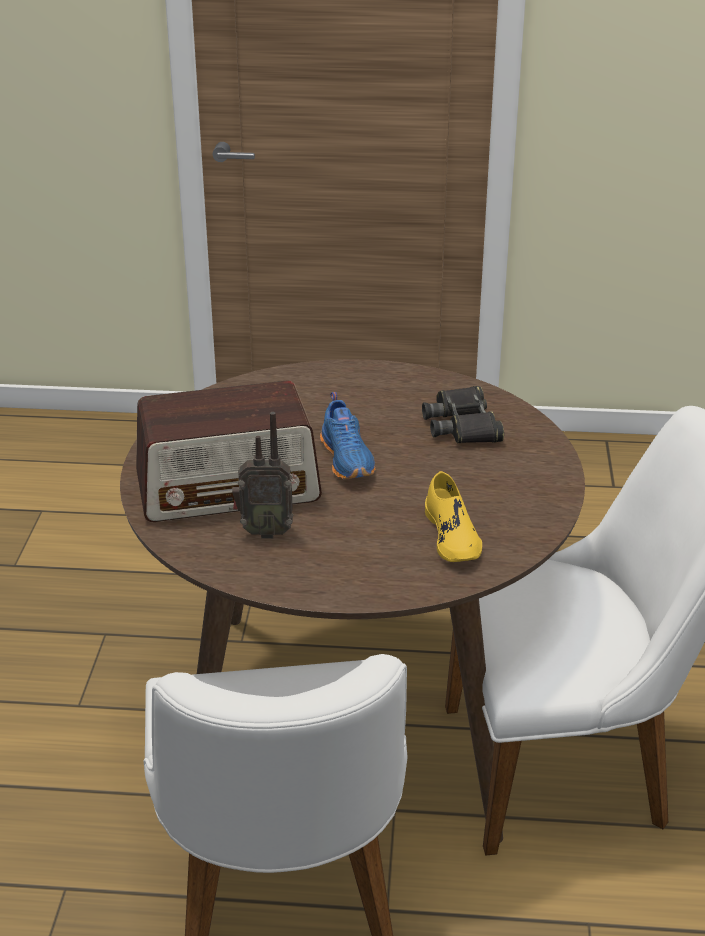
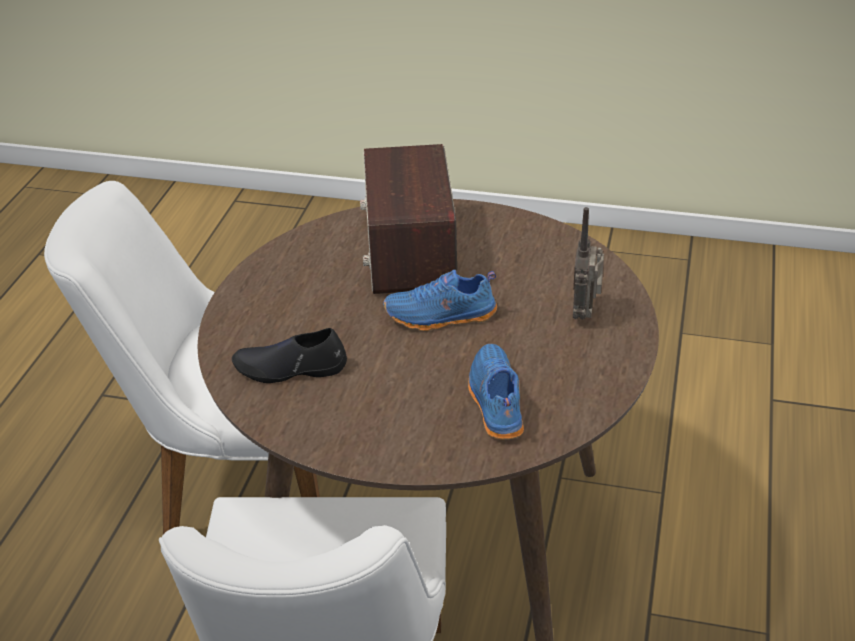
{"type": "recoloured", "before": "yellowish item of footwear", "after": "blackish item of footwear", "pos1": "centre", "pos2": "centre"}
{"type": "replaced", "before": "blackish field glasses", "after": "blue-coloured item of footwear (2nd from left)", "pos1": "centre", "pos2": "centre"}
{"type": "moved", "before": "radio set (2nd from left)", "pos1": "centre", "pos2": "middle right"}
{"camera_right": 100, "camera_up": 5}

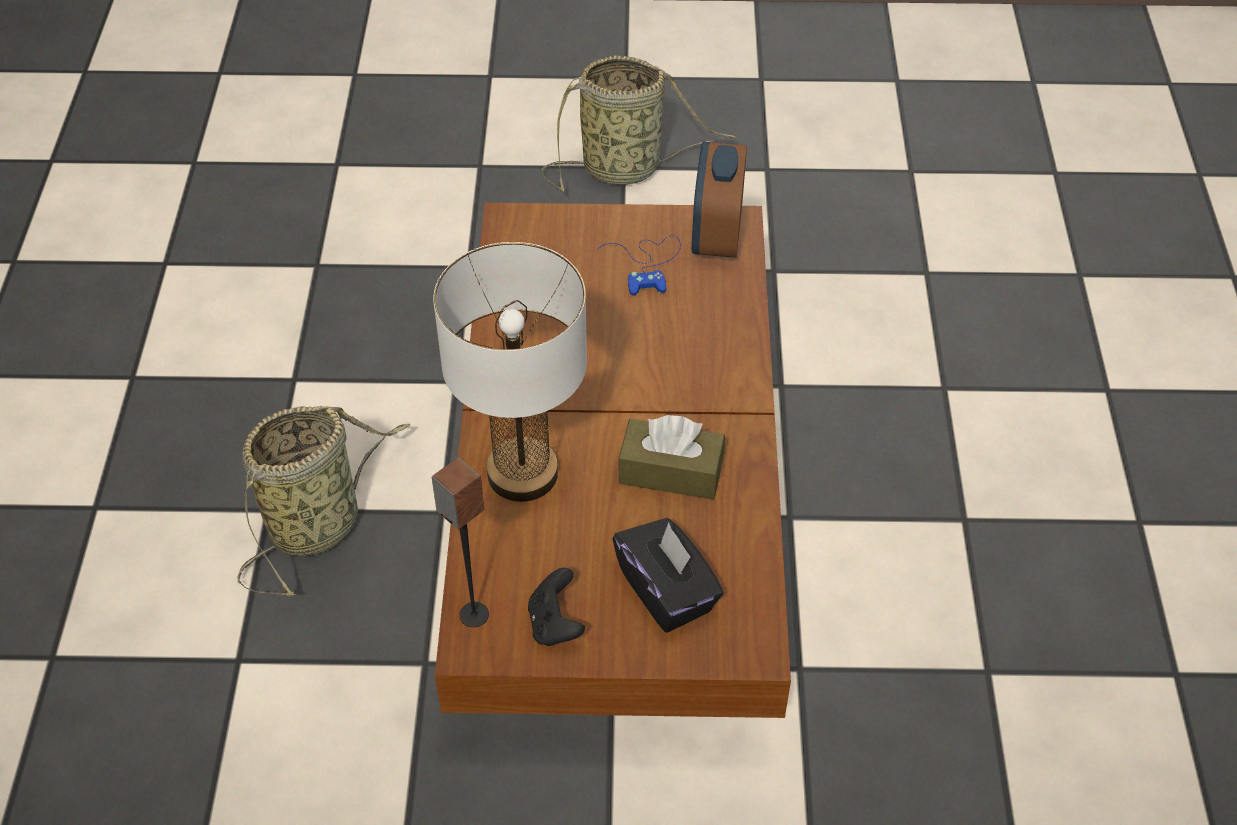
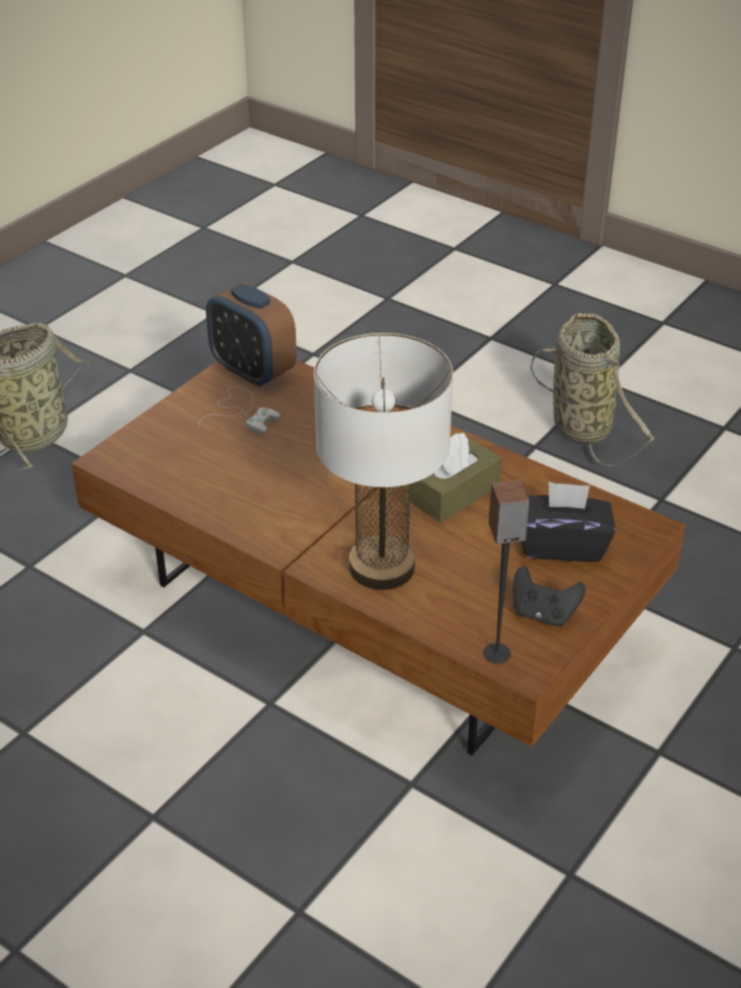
{"type": "recoloured", "before": "blue-coloured gamepad", "after": "white gamepad", "pos1": "top centre", "pos2": "middle left"}
{"type": "moved", "before": "household basket (1st from left in the first image)", "after": "household basket (2nd from left)", "pos1": "middle left", "pos2": "middle right"}
{"camera_right": -55, "camera_up": -10}

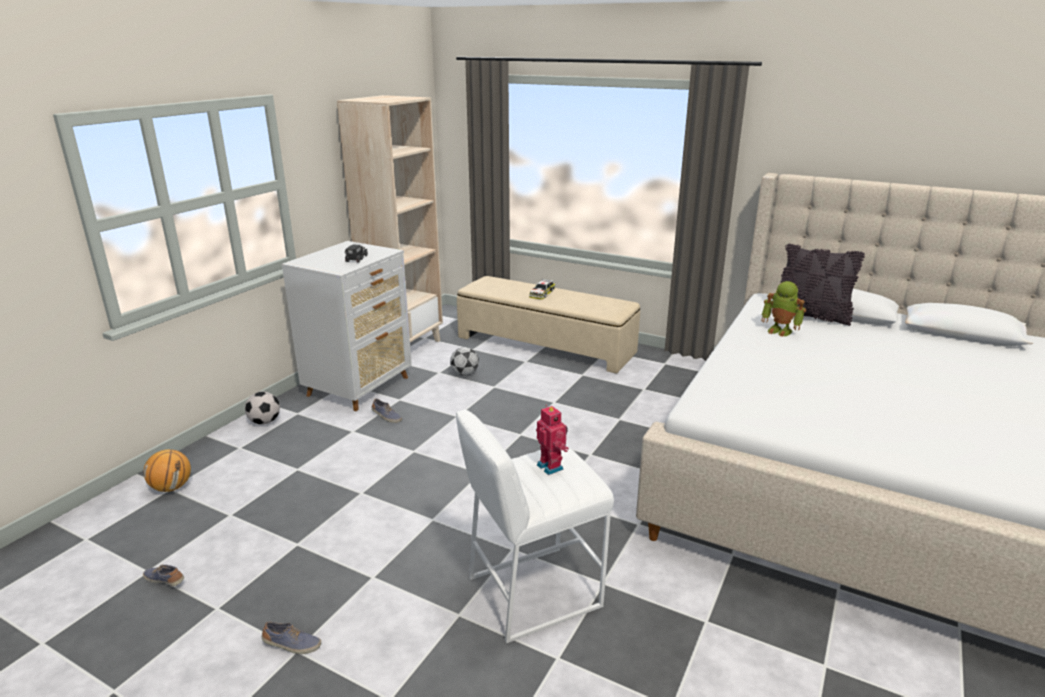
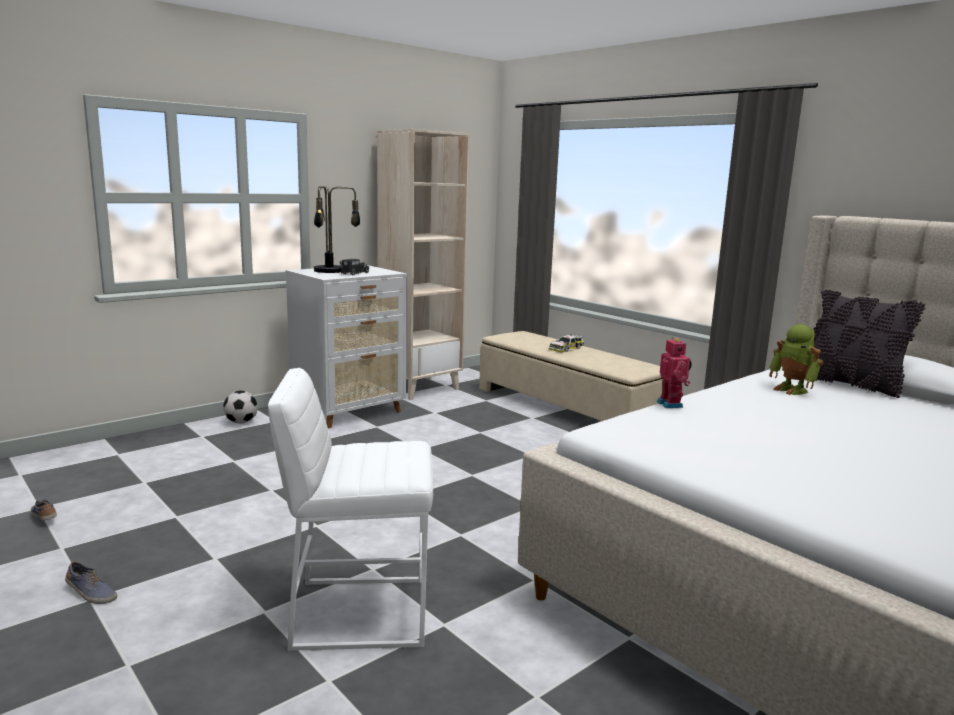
{"type": "added", "after": "tabletop lamp", "pos2": "top centre"}
{"type": "moved", "before": "toy robot (1st from left)", "pos1": "centre", "pos2": "middle right"}
{"type": "removed", "before": "basketball", "pos1": "bottom left"}
{"type": "removed", "before": "item of footwear (3rd from left)", "pos1": "centre"}
{"type": "removed", "before": "football ball (2nd from left)", "pos1": "centre"}
{"camera_right": 20, "camera_up": -10}

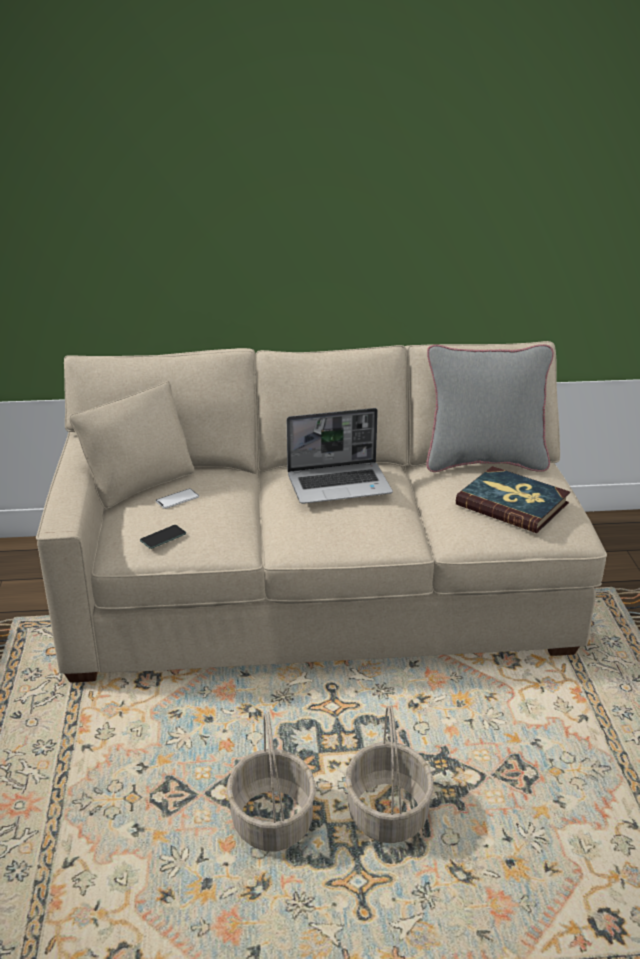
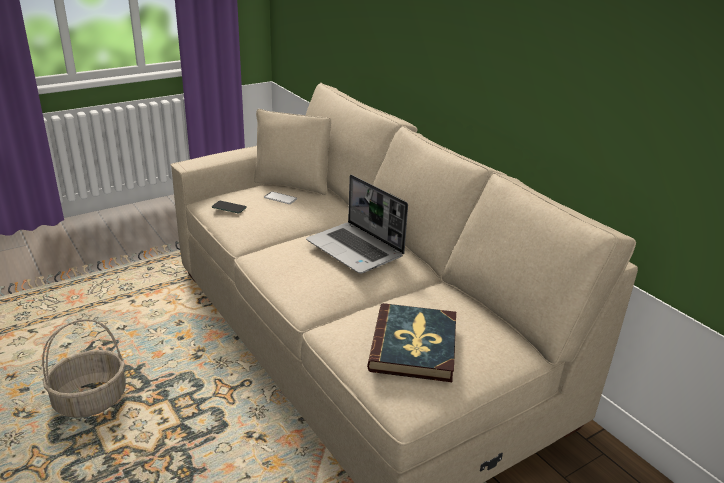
{"type": "removed", "before": "household basket (2nd from left)", "pos1": "bottom centre"}
{"type": "removed", "before": "greyish pillow", "pos1": "middle right"}
{"camera_right": 60, "camera_up": 0}

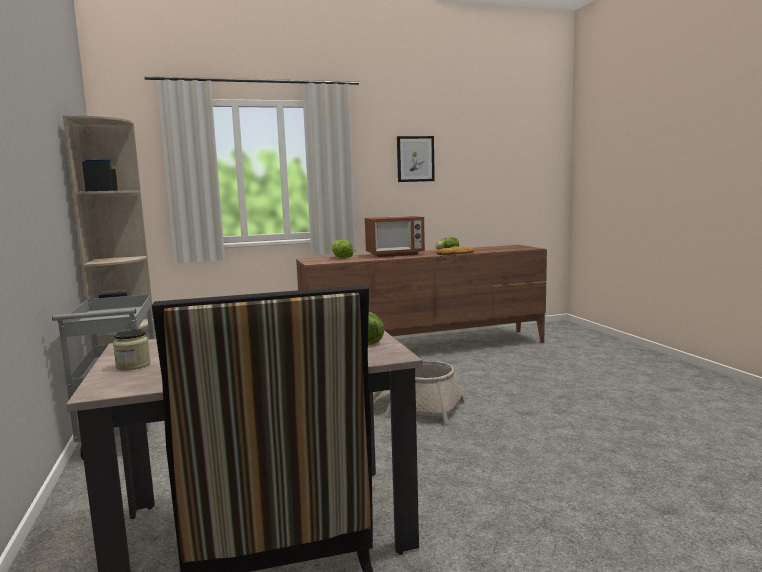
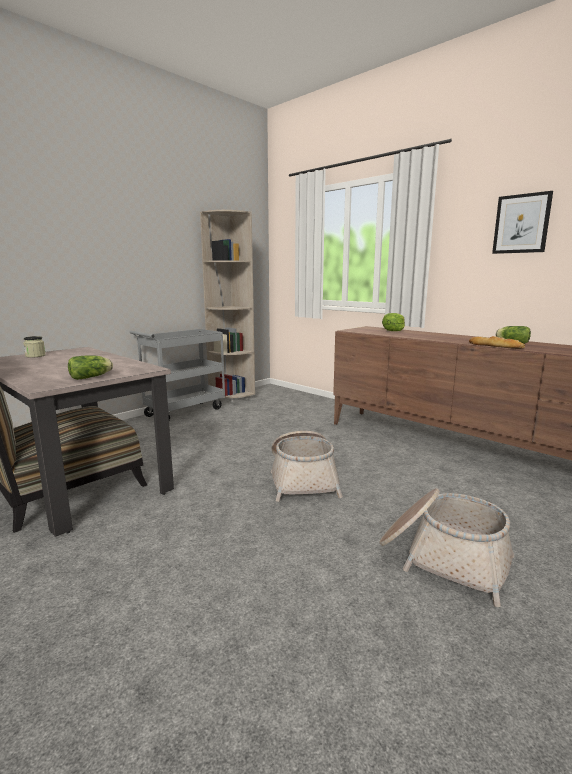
{"type": "added", "after": "household basket (2nd from left)", "pos2": "bottom right"}
{"type": "removed", "before": "microwave oven", "pos1": "centre"}
{"camera_right": 60, "camera_up": 5}

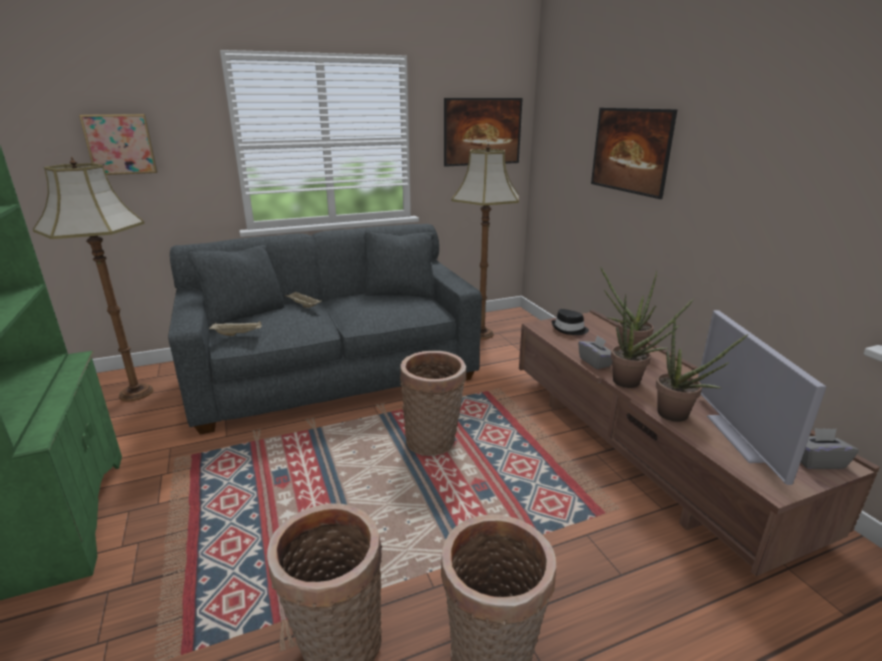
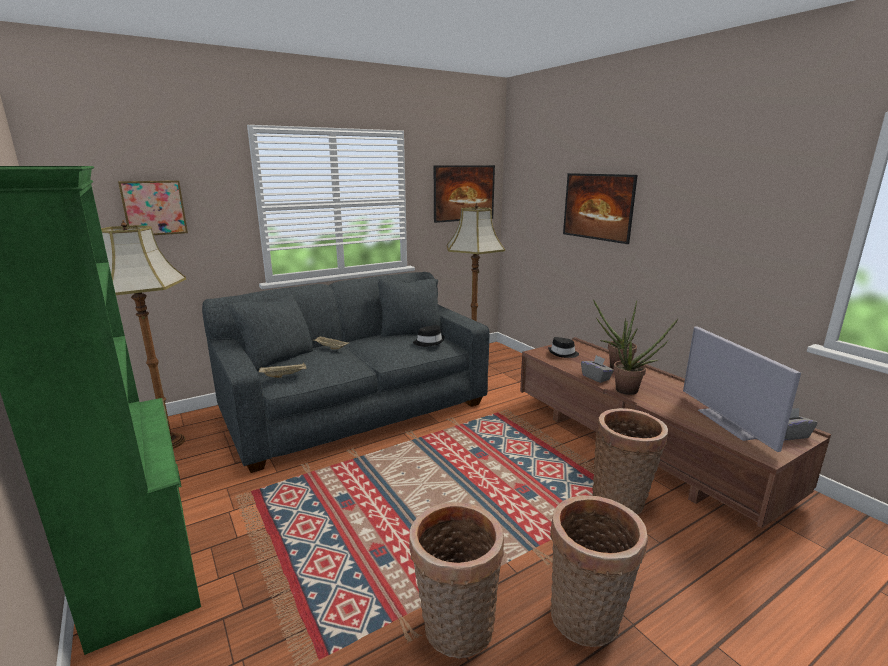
{"type": "added", "after": "blackish hat (1st from left)", "pos2": "centre"}
{"type": "moved", "before": "household basket (2nd from left in the first image)", "after": "household basket (3rd from left)", "pos1": "centre", "pos2": "bottom right"}
{"type": "removed", "before": "houseplant (3rd from left)", "pos1": "middle right"}
{"camera_right": -10, "camera_up": -5}

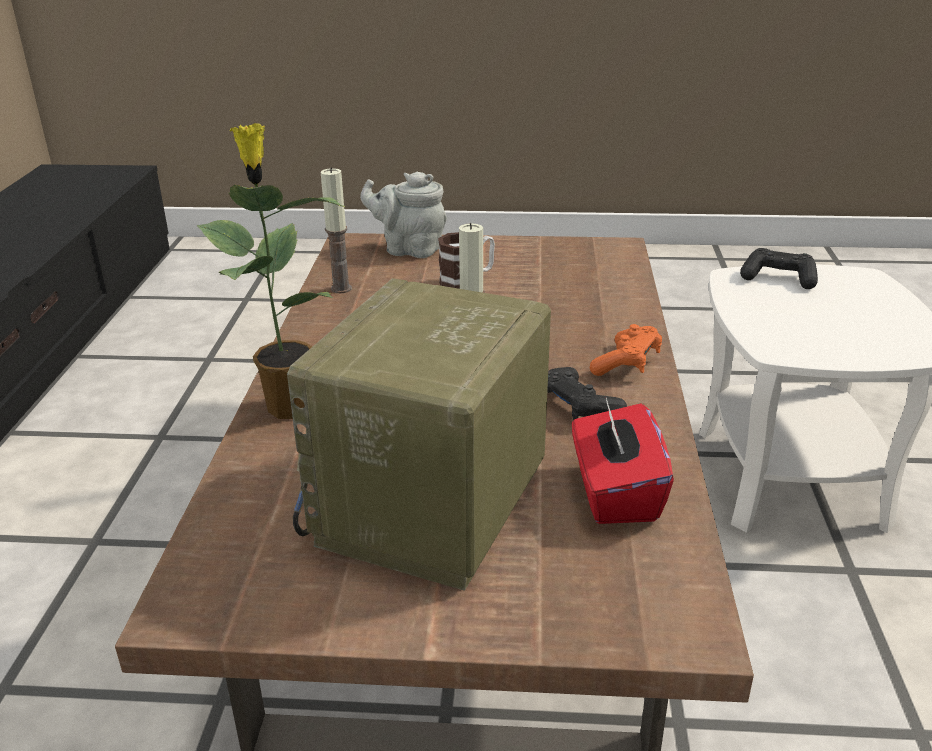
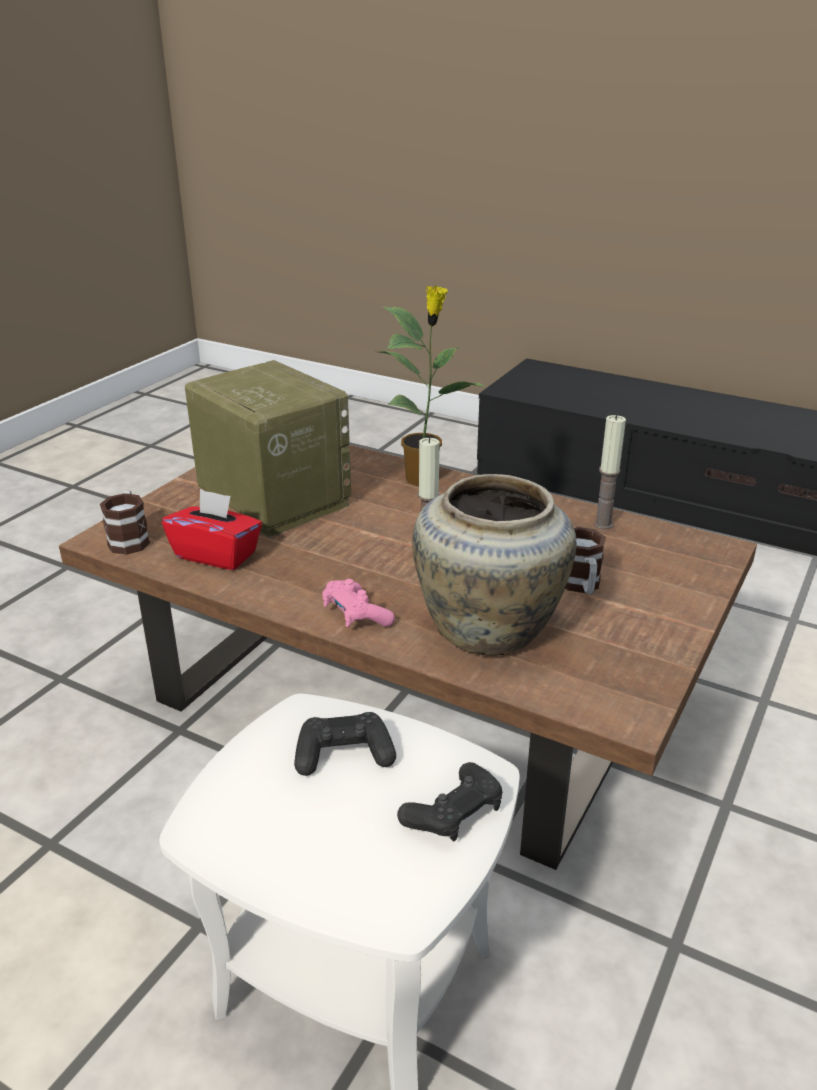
{"type": "added", "after": "mug (1st from left)", "pos2": "middle left"}
{"type": "moved", "before": "blackish gamepad (1st from left)", "pos1": "centre", "pos2": "bottom centre"}
{"type": "recoloured", "before": "orange gamepad", "after": "pink-coloured gamepad", "pos1": "middle right", "pos2": "centre"}
{"type": "added", "after": "beige decorative vase", "pos2": "centre"}
{"type": "removed", "before": "greyish pot for tea", "pos1": "top centre"}
{"camera_right": 115, "camera_up": 0}

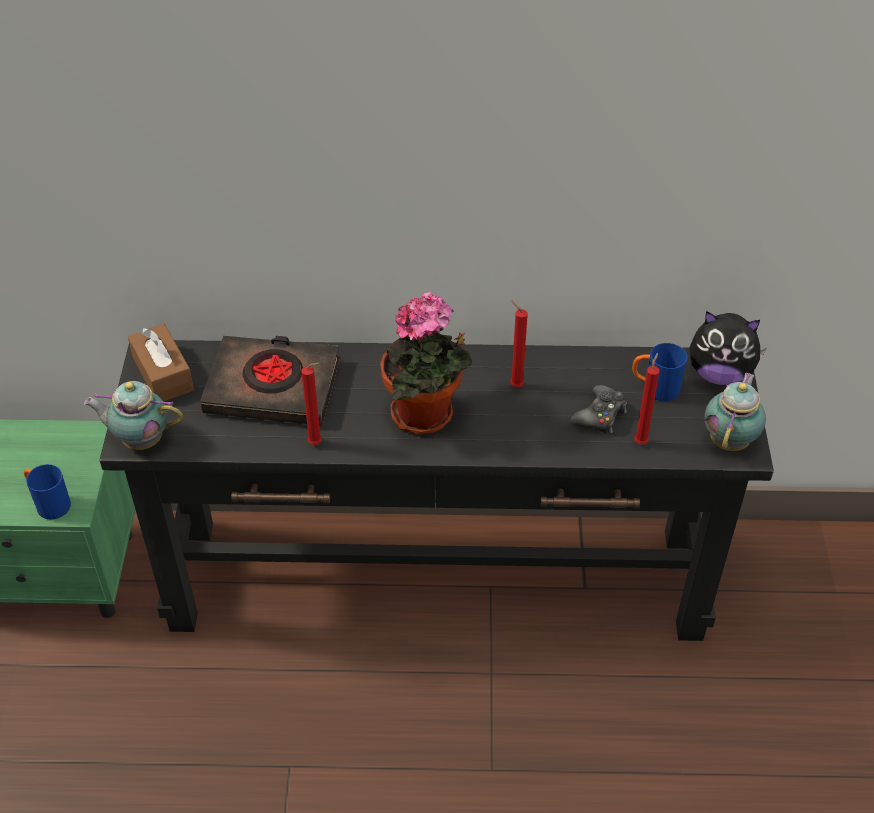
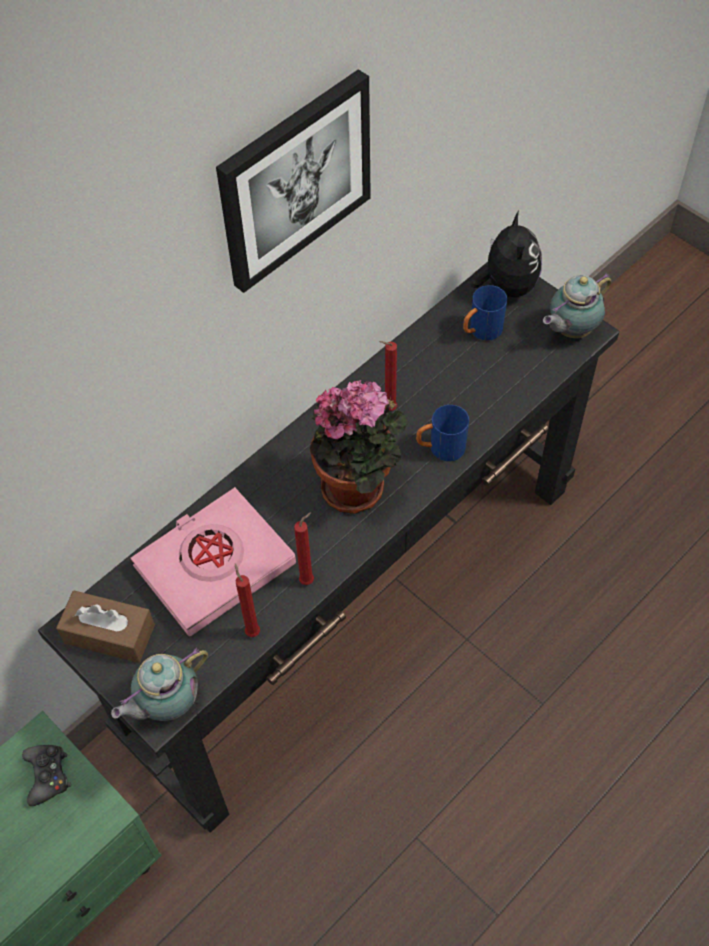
{"type": "moved", "before": "blackish gamepad", "pos1": "middle right", "pos2": "bottom left"}
{"type": "recoloured", "before": "blackish volume", "after": "pink-coloured volume", "pos1": "middle left", "pos2": "middle left"}
{"type": "added", "after": "picture", "pos2": "top centre"}
{"type": "moved", "before": "reddish candle (3rd from left in the first image)", "after": "reddish candle (1st from left)", "pos1": "middle right", "pos2": "centre"}
{"type": "moved", "before": "blue-coloured mug (1st from left)", "pos1": "middle left", "pos2": "centre"}
{"type": "turned", "before": "cuddly toy", "pos1": "middle right", "pos2": "top right", "turn": -60}
{"type": "turned", "before": "pot for tea (2nd from left)", "pos1": "middle right", "pos2": "top right", "turn": -105}
{"camera_right": -45, "camera_up": 10}

